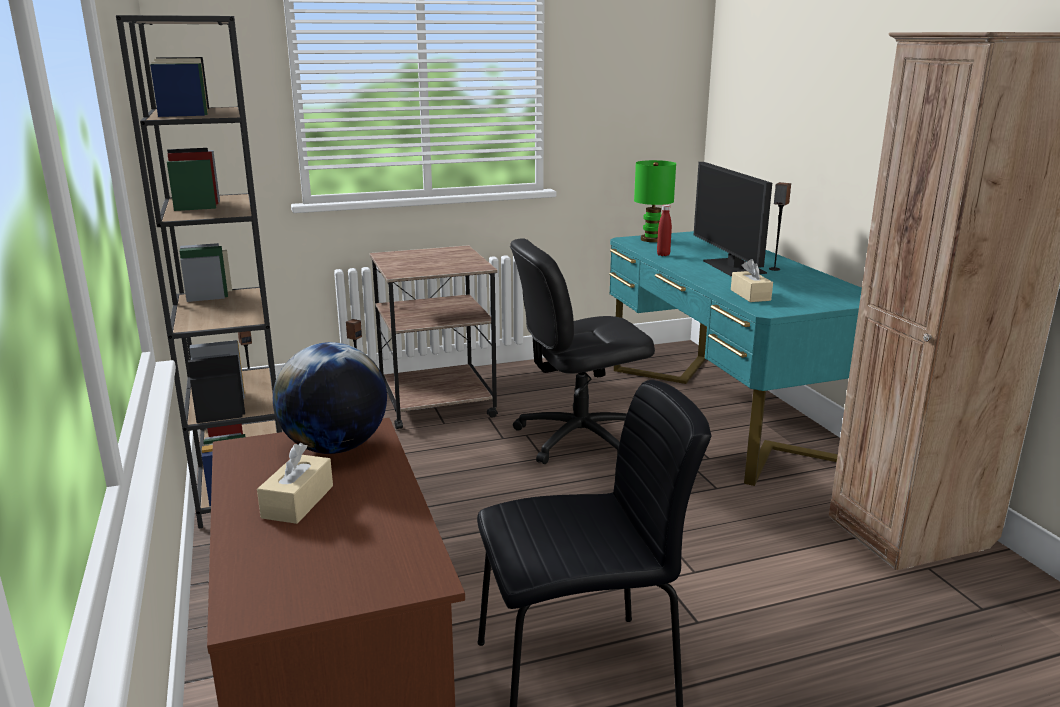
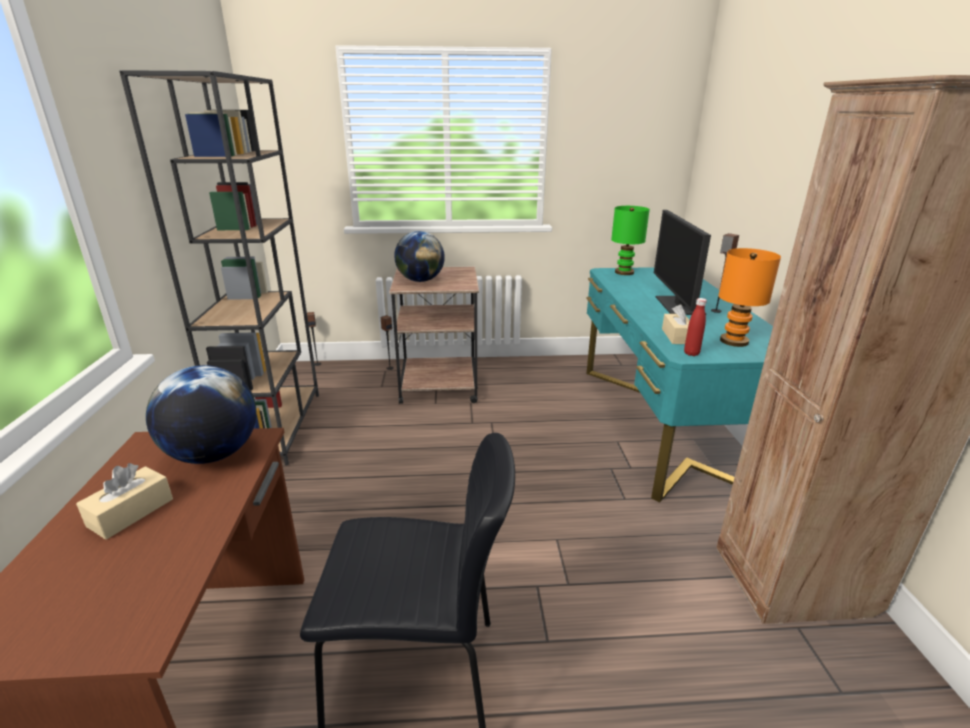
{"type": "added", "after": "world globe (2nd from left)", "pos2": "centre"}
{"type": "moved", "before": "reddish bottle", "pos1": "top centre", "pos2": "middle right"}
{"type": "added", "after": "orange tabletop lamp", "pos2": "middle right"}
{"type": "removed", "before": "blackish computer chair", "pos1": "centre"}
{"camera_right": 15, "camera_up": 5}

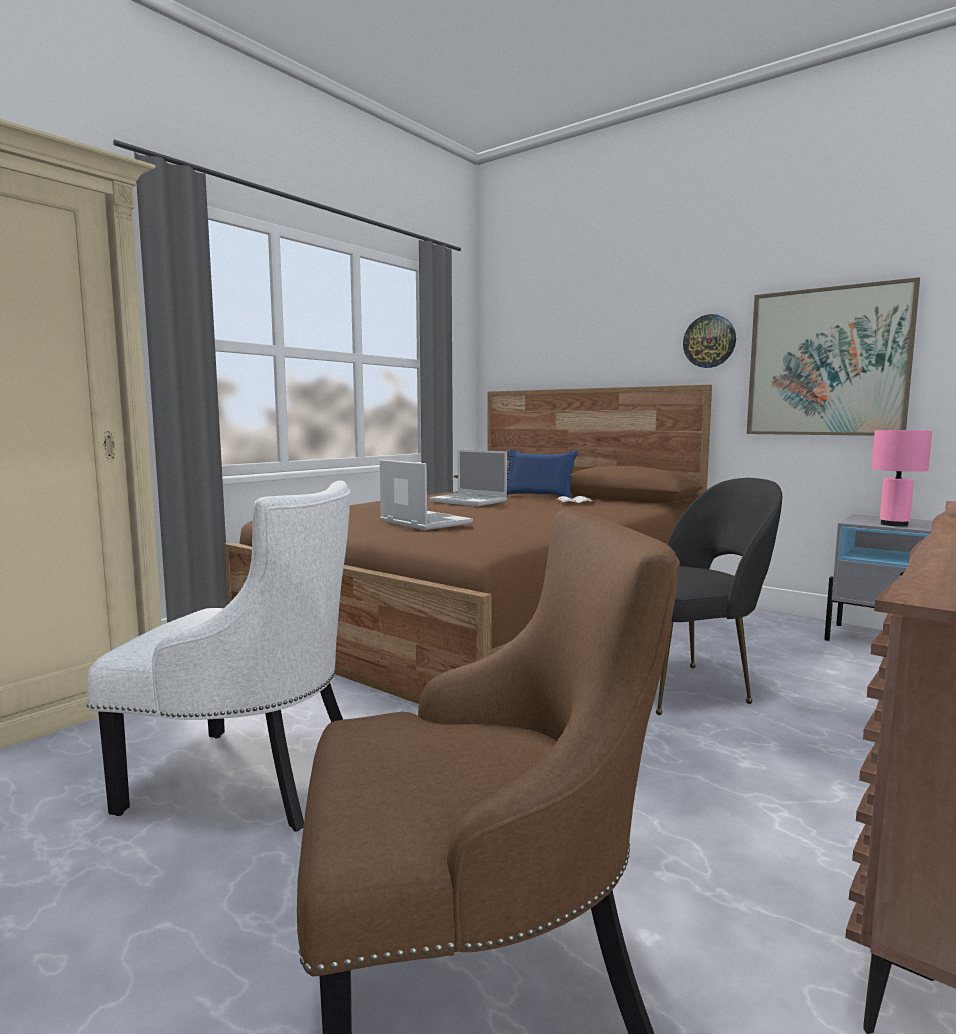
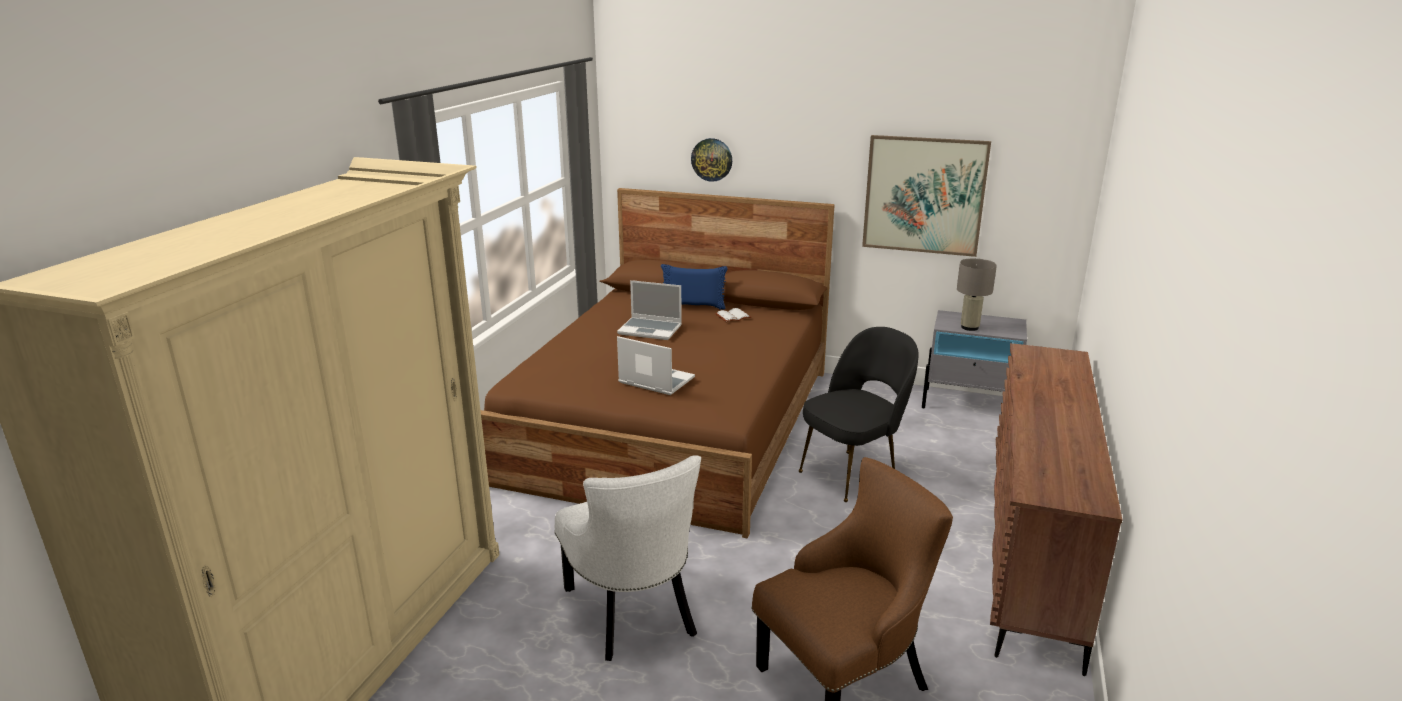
{"type": "turned", "before": "white easy chair", "pos1": "middle left", "pos2": "bottom centre", "turn": 75}
{"type": "moved", "before": "hanging clock", "pos1": "top right", "pos2": "top centre"}
{"type": "recoloured", "before": "pink-coloured tabletop lamp", "after": "greyish tabletop lamp", "pos1": "middle right", "pos2": "middle right"}
{"camera_right": -20, "camera_up": 15}

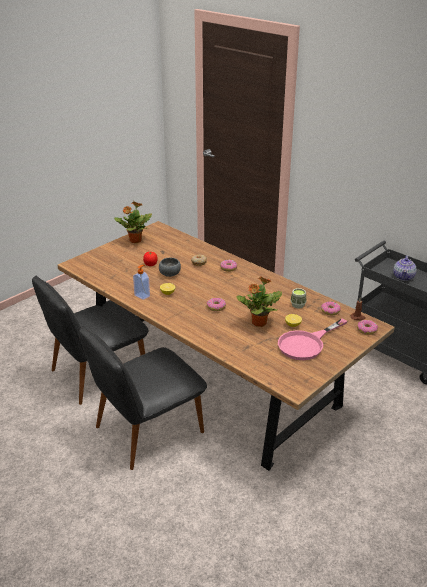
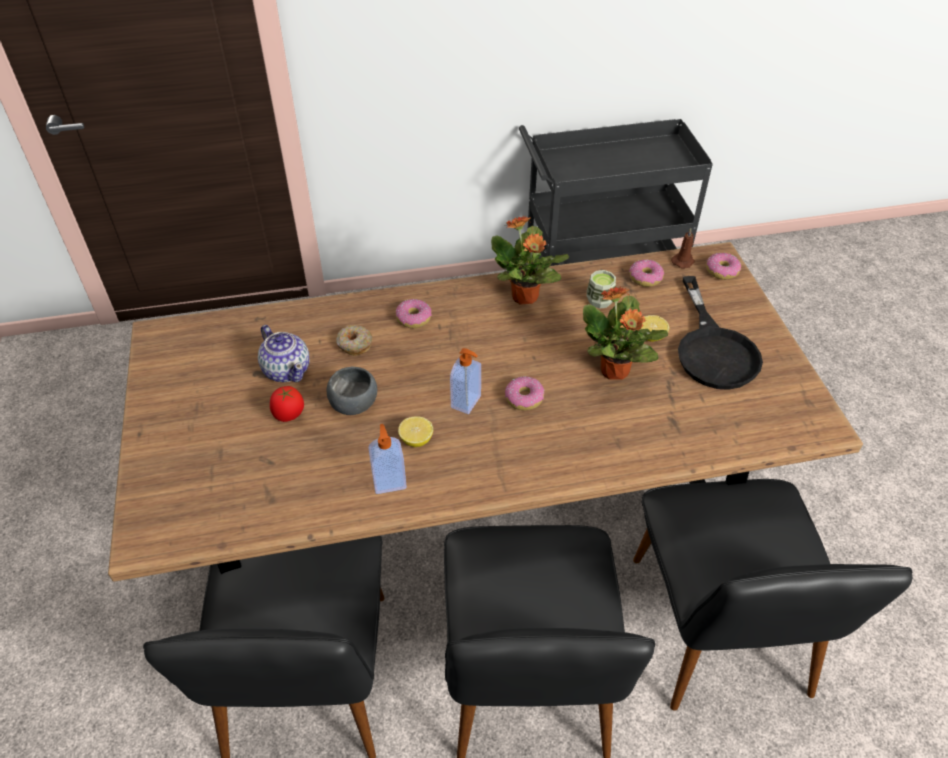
{"type": "moved", "before": "pot for tea", "pos1": "middle right", "pos2": "middle left"}
{"type": "added", "after": "soap bottle (2nd from left)", "pos2": "centre"}
{"type": "moved", "before": "houseplant (1st from left)", "pos1": "middle left", "pos2": "centre"}
{"type": "added", "after": "blackish chair (3rd from left)", "pos2": "bottom right"}
{"type": "recoloured", "before": "pink-coloured skillet", "after": "blackish skillet", "pos1": "middle right", "pos2": "middle right"}
{"camera_right": -55, "camera_up": 15}

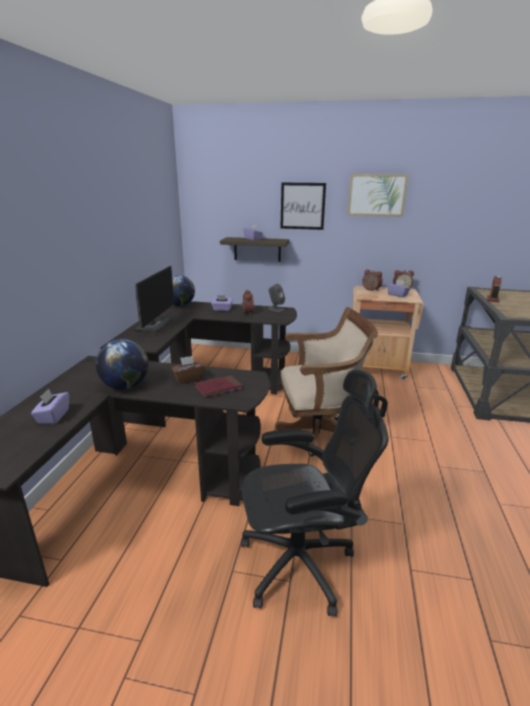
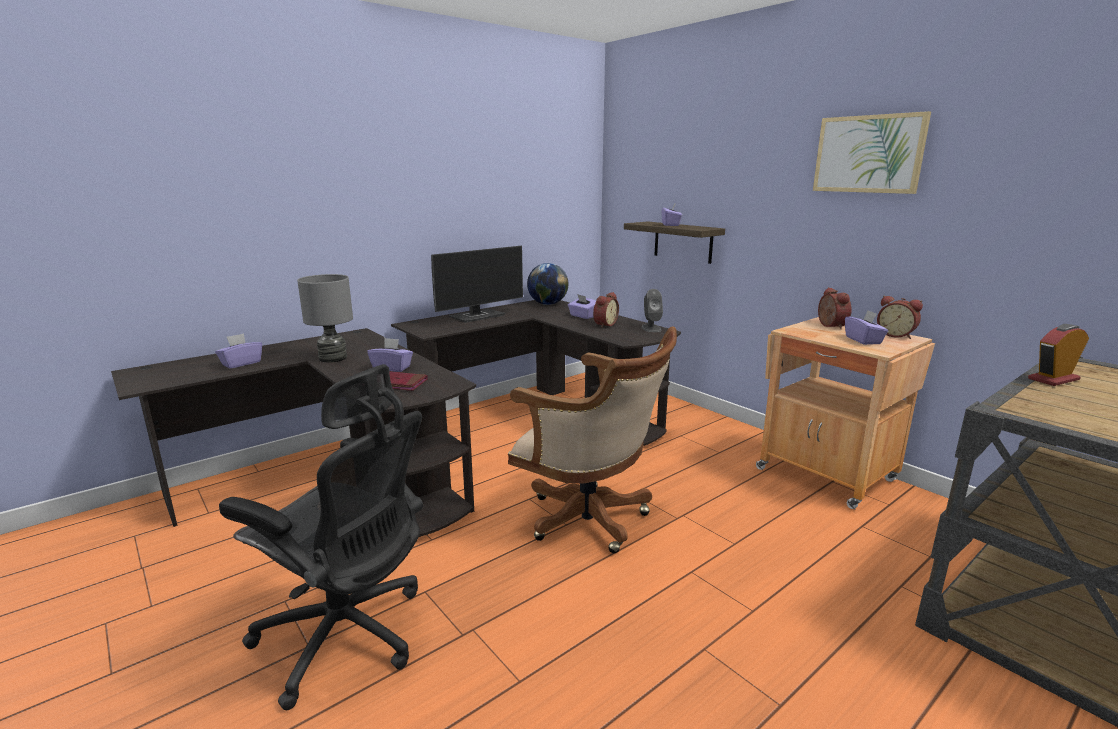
{"type": "replaced", "before": "world globe (1st from left)", "after": "greyish tabletop lamp", "pos1": "middle left", "pos2": "middle left"}
{"type": "recoloured", "before": "brownish box of tissues", "after": "purplish box of tissues (2nd from left)", "pos1": "centre", "pos2": "centre"}
{"type": "removed", "before": "picture (1st from left)", "pos1": "top centre"}
{"camera_right": 40, "camera_up": -5}

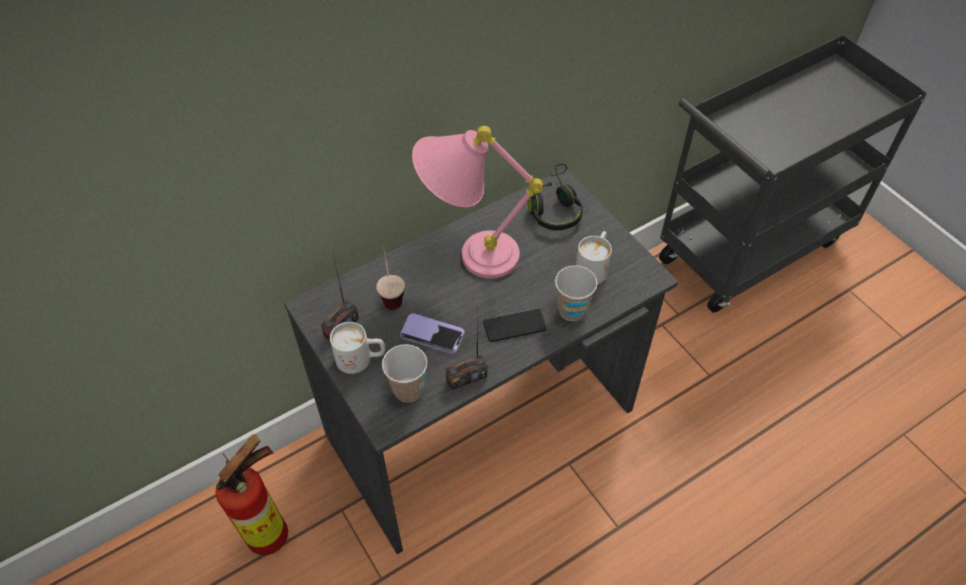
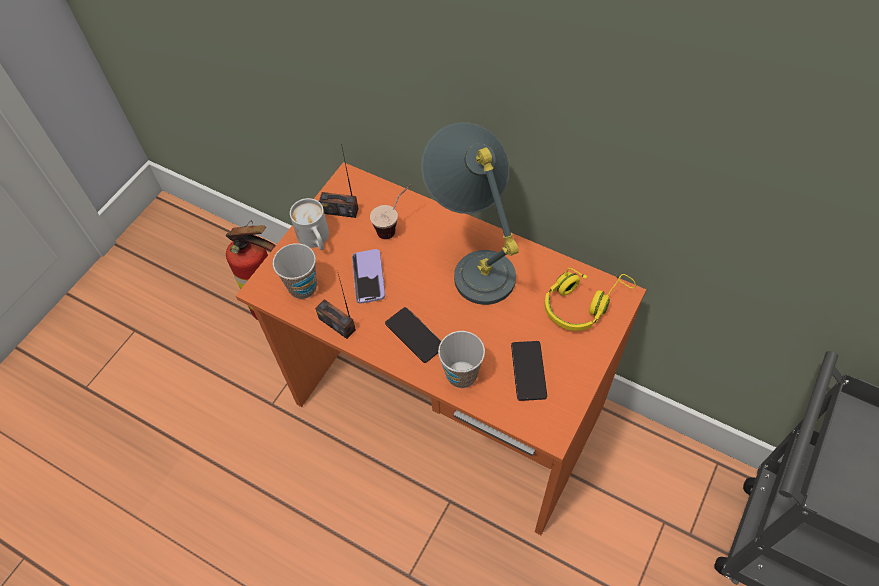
{"type": "recoloured", "before": "greyish desk table", "after": "orange desk table", "pos1": "centre", "pos2": "centre"}
{"type": "recoloured", "before": "pink-coloured tabletop lamp", "after": "greyish tabletop lamp", "pos1": "centre", "pos2": "centre"}
{"type": "replaced", "before": "white mug (2nd from left)", "after": "phone (3rd from left)", "pos1": "centre", "pos2": "centre"}
{"type": "recoloured", "before": "blackish pair of headphones", "after": "yellowish pair of headphones", "pos1": "centre", "pos2": "middle right"}
{"camera_right": 65, "camera_up": 5}

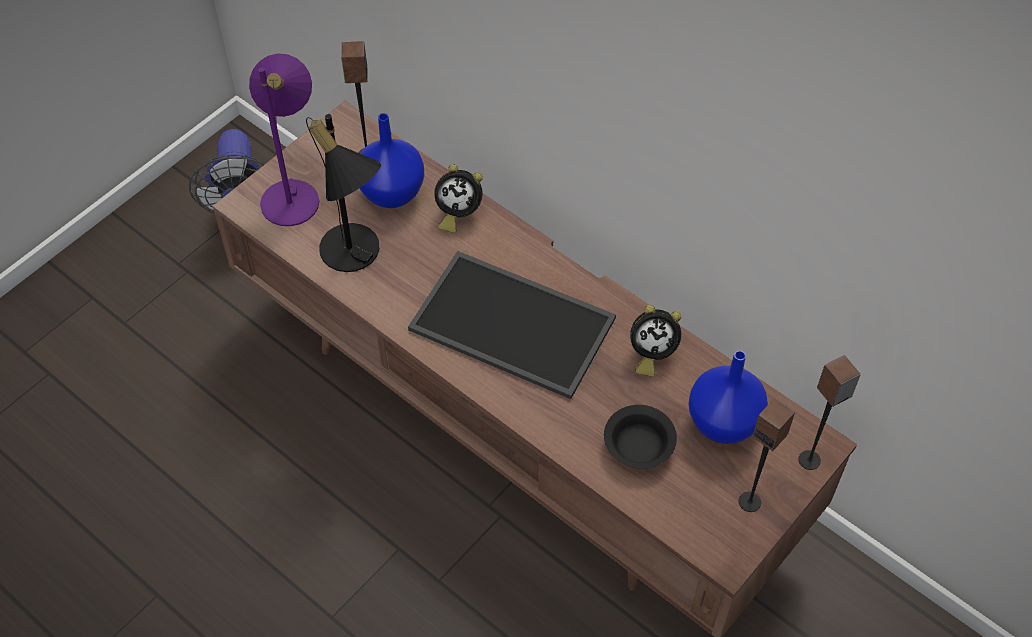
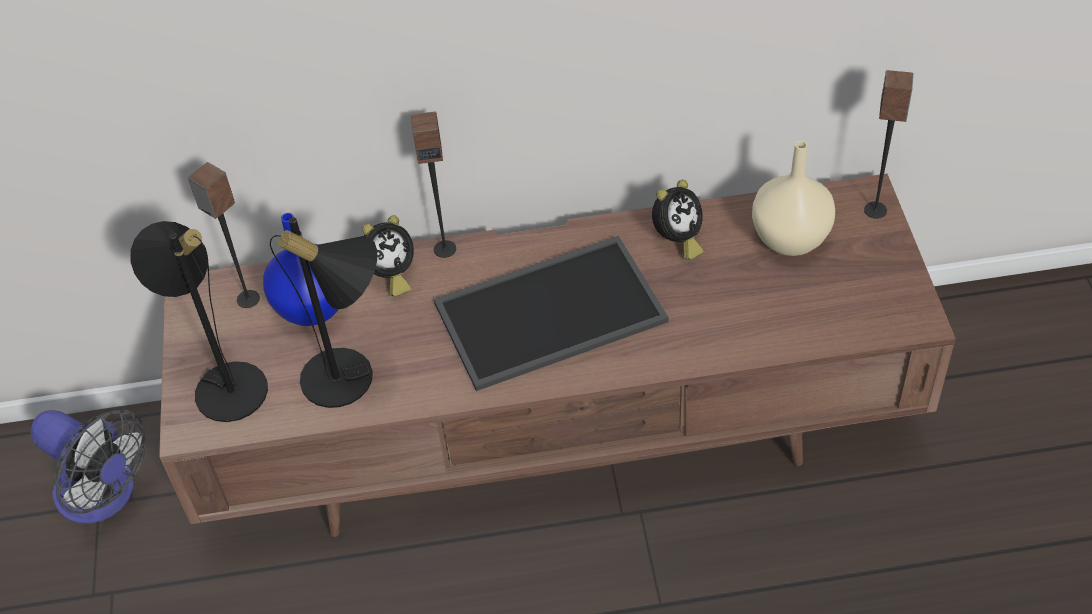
{"type": "recoloured", "before": "purplish tabletop lamp", "after": "blackish tabletop lamp (1st from left)", "pos1": "top left", "pos2": "middle left"}
{"type": "moved", "before": "speaker (2nd from left)", "pos1": "bottom right", "pos2": "top centre"}
{"type": "recoloured", "before": "blue-coloured decorative vase (2nd from left)", "after": "beige decorative vase", "pos1": "middle right", "pos2": "top right"}
{"type": "removed", "before": "blackish bowl", "pos1": "bottom centre"}
{"camera_right": -45, "camera_up": -5}

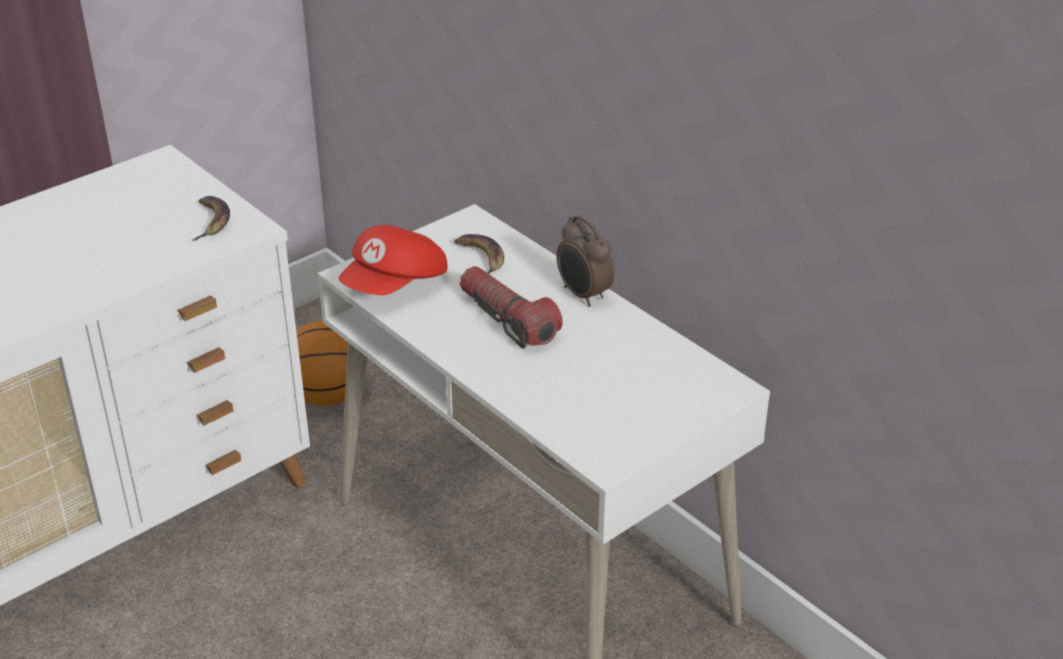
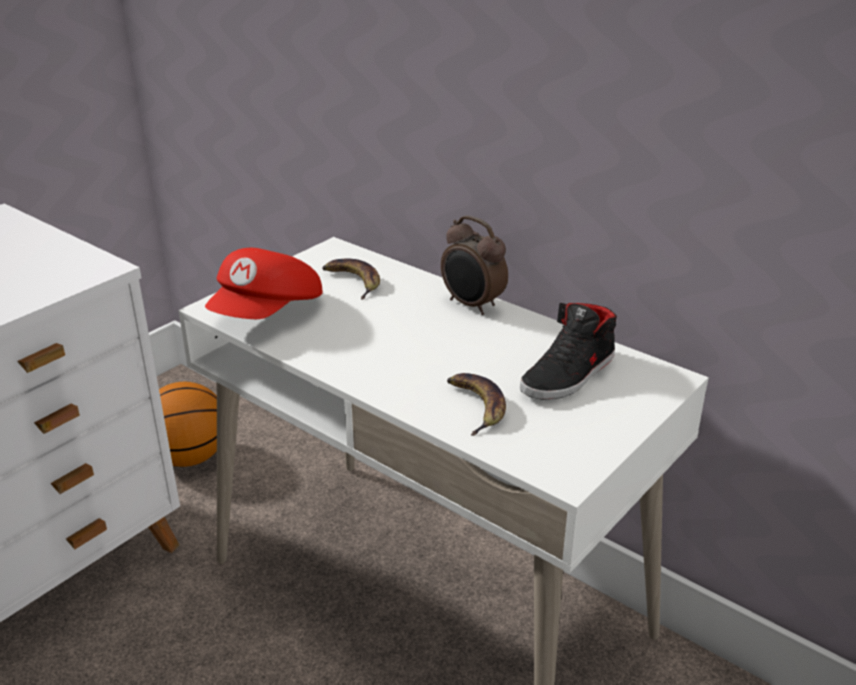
{"type": "moved", "before": "banana fruit (1st from left in the first image)", "after": "banana fruit (2nd from left)", "pos1": "top left", "pos2": "centre"}
{"type": "added", "after": "blackish item of footwear", "pos2": "centre"}
{"type": "removed", "before": "hand torch", "pos1": "centre"}
{"camera_right": -10, "camera_up": -5}

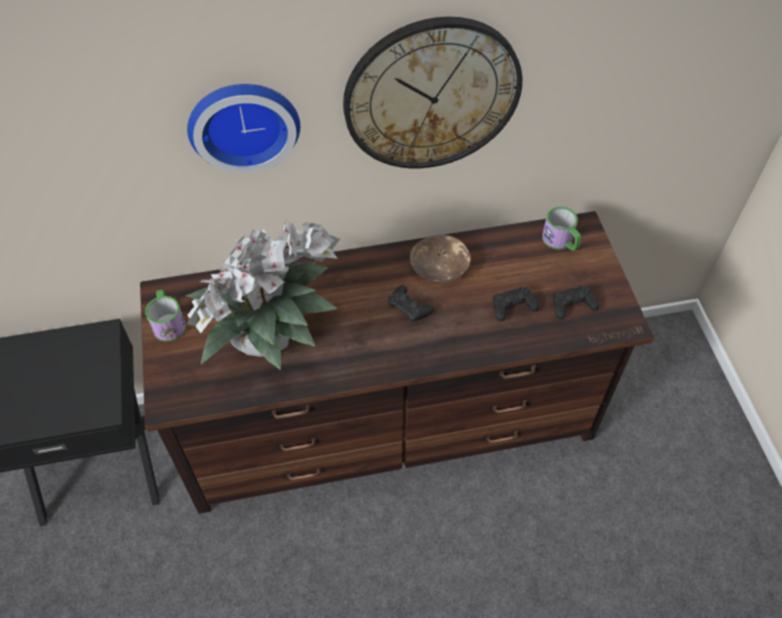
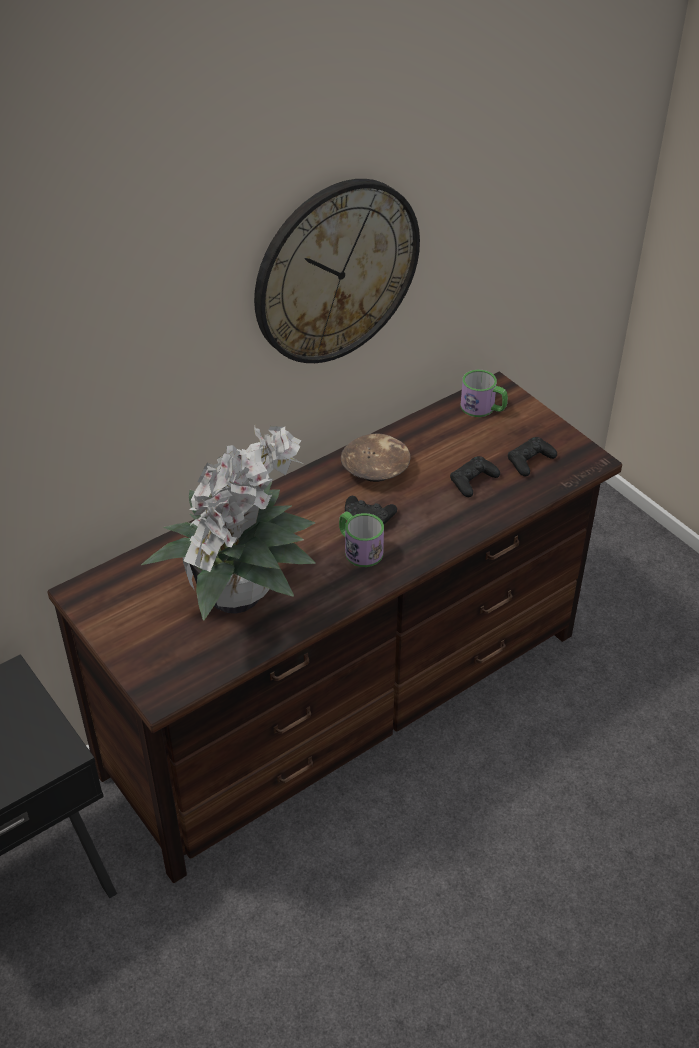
{"type": "moved", "before": "mug (1st from left)", "pos1": "middle left", "pos2": "centre"}
{"type": "removed", "before": "hanging clock (1st from left)", "pos1": "top left"}
{"camera_right": -25, "camera_up": -10}

